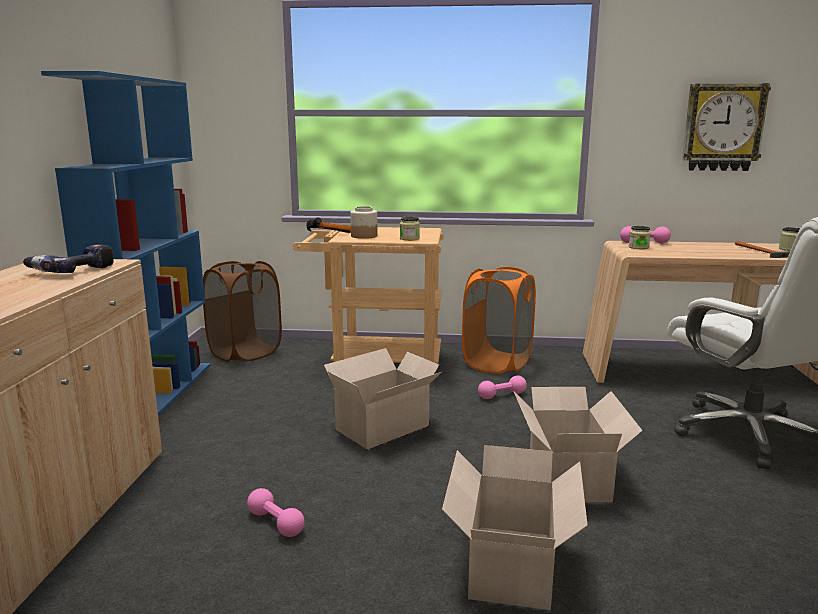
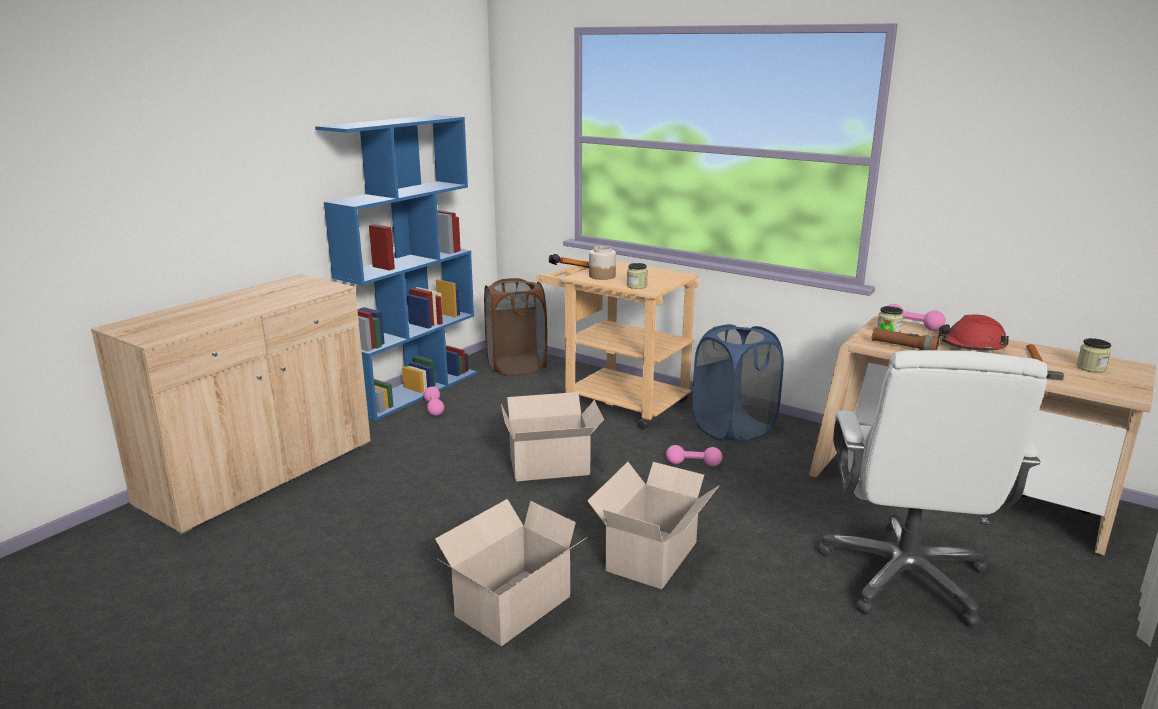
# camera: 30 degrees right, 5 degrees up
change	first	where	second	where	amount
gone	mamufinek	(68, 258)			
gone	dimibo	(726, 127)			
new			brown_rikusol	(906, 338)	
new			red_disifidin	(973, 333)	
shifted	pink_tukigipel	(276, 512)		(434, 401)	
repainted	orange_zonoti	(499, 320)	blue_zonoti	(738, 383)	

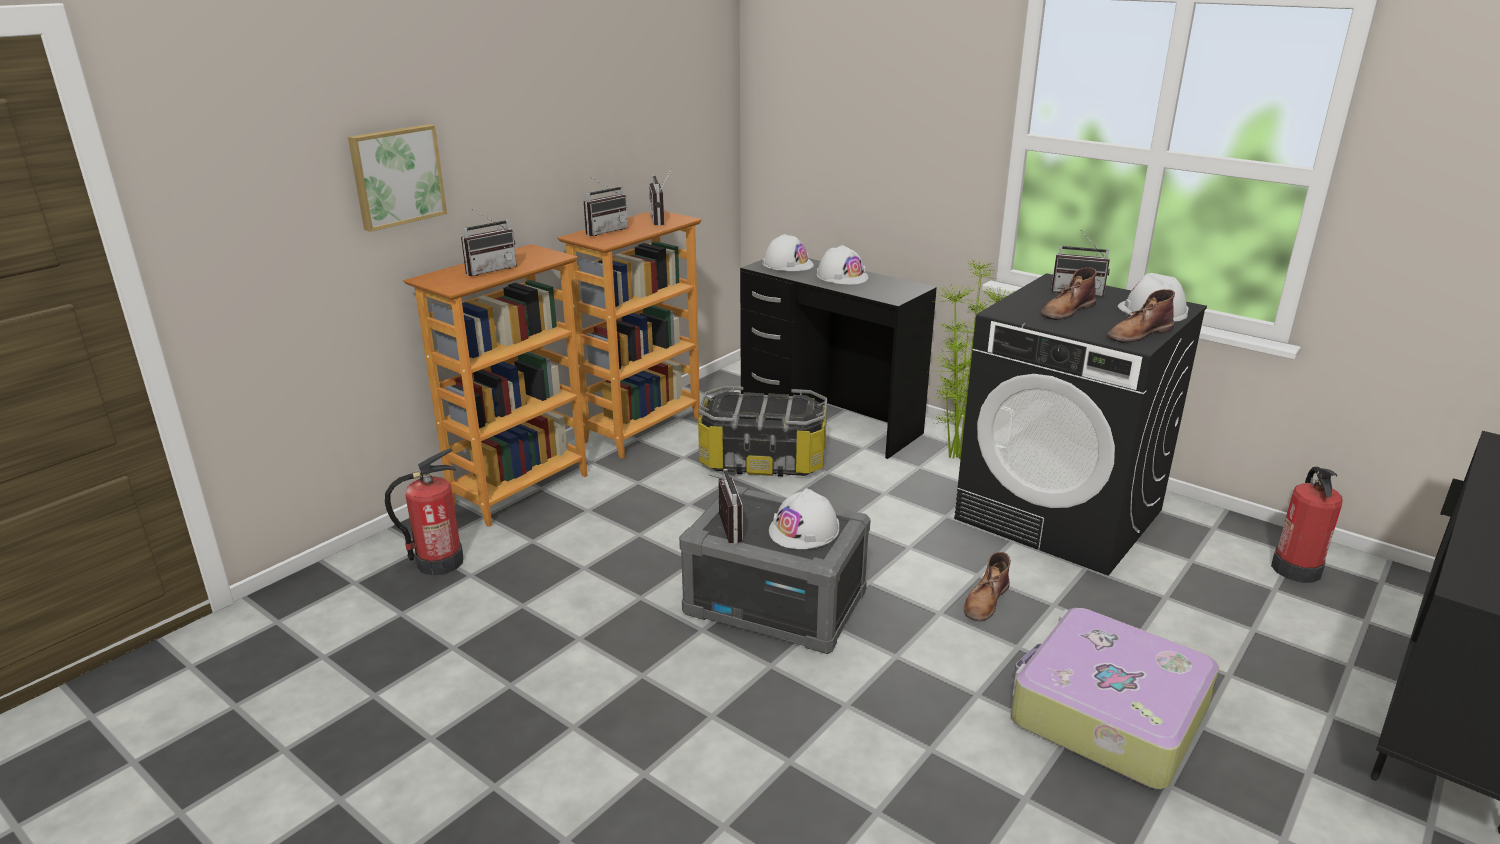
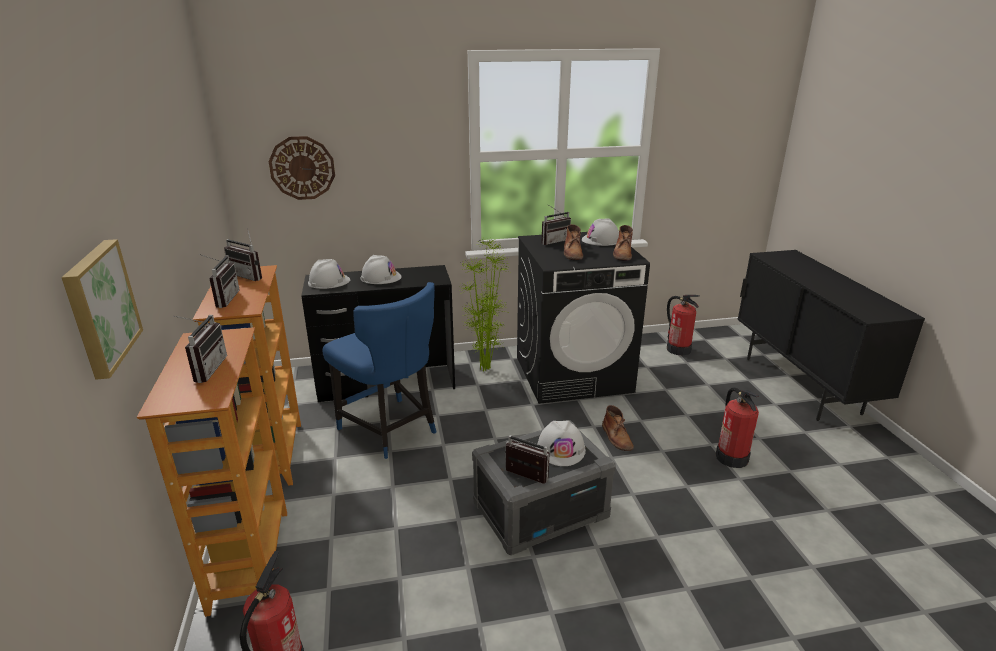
# camera: 50 degrees left, 0 degrees up
change	first	where	second	where	amount
new			dimibo	(301, 168)	
swapped	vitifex	(762, 431)	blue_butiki	(379, 370)	
swapped	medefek	(1115, 698)	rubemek	(737, 427)	

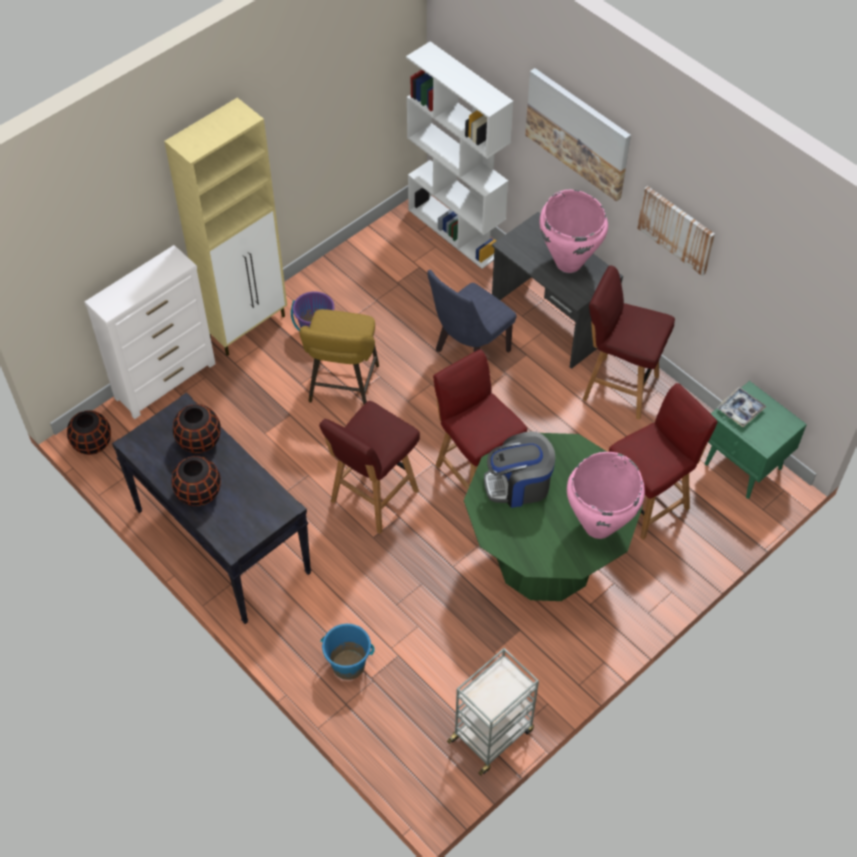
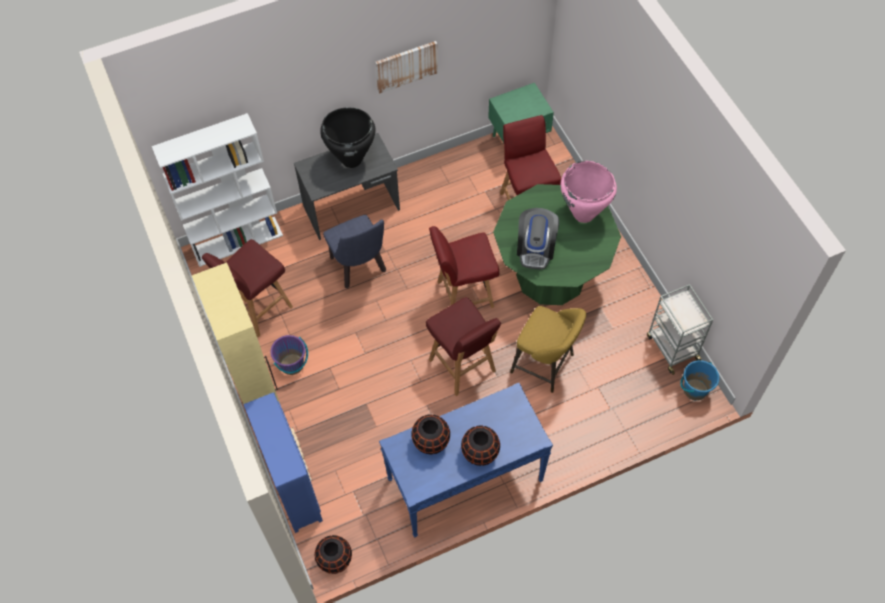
# camera: 70 degrees left, 5 degrees up
change	first	where	second	where	amount
gone	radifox	(578, 135)			
gone	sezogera	(741, 407)			
shifted	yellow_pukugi	(339, 357)		(548, 349)	
shifted	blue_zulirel	(347, 652)		(699, 380)	
shifted	red_pukugi	(629, 343)		(247, 288)	
repainted	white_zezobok	(150, 332)	blue_zezobok	(283, 462)	
repainted	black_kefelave	(212, 508)	blue_kefelave	(466, 460)	
repainted	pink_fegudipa	(574, 231)	black_fegudipa	(348, 137)	

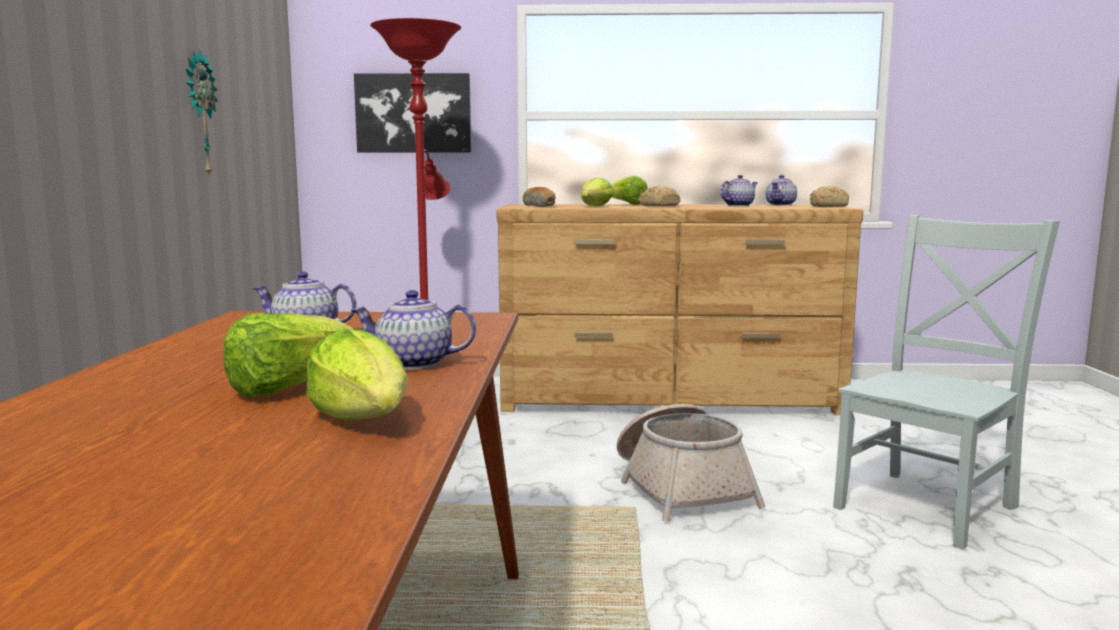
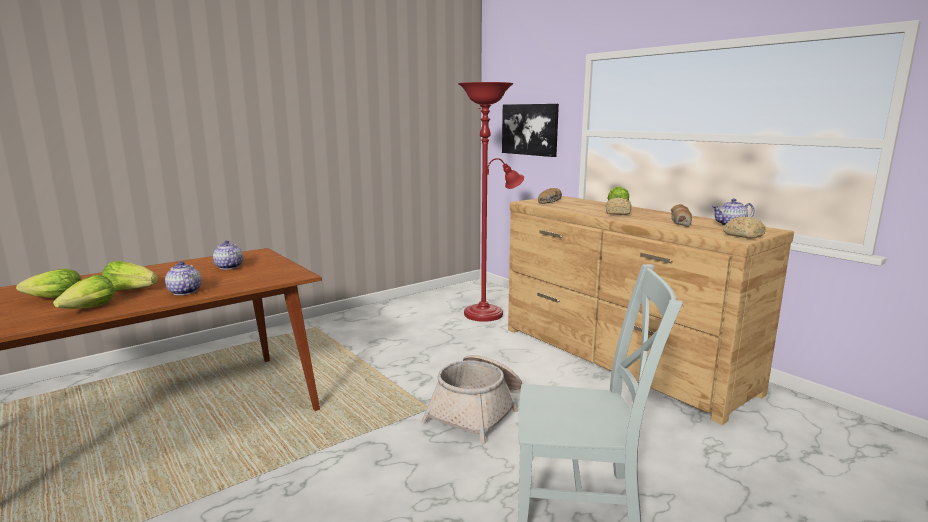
# camera: 50 degrees right, 5 degrees up
change	first	where	second	where	amount
gone	dimibo	(202, 114)			
shifted	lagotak	(597, 192)		(48, 283)	
swapped	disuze	(738, 190)	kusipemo	(681, 215)	

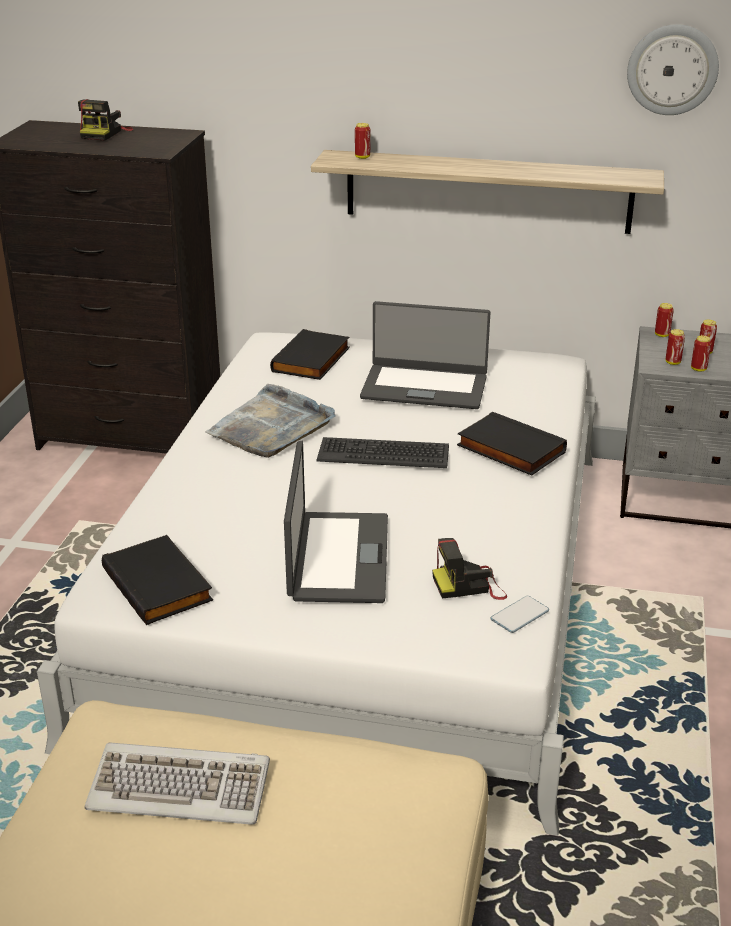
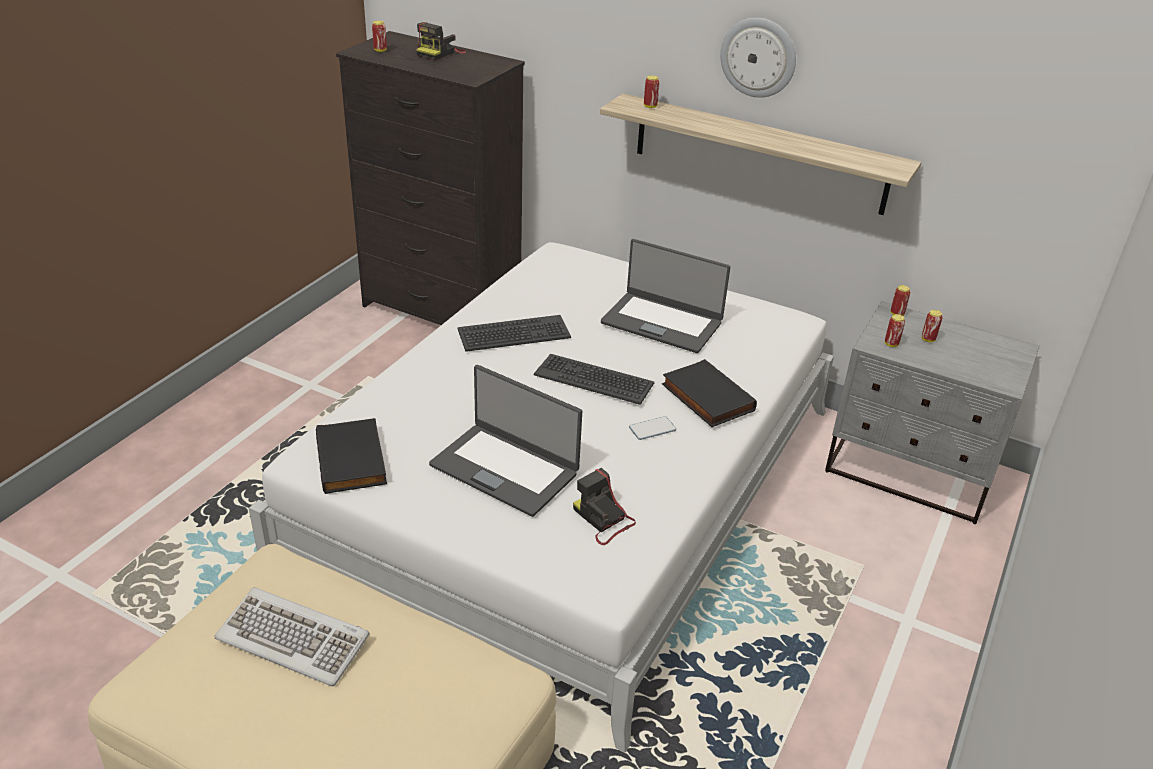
# camera: 15 degrees right, 5 degrees up
change	first	where	second	where	amount
gone	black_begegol	(310, 354)			
shifted	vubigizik	(520, 614)		(652, 428)	
shifted	dimibo	(673, 69)		(758, 58)	
shifted	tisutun	(701, 354)		(379, 36)	
swapped	grey_sezogera	(270, 421)	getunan	(514, 333)	
rotated	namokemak	(336, 522)		(505, 441)	105 degrees clockwise
rotated	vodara	(469, 569)		(604, 506)	45 degrees clockwise

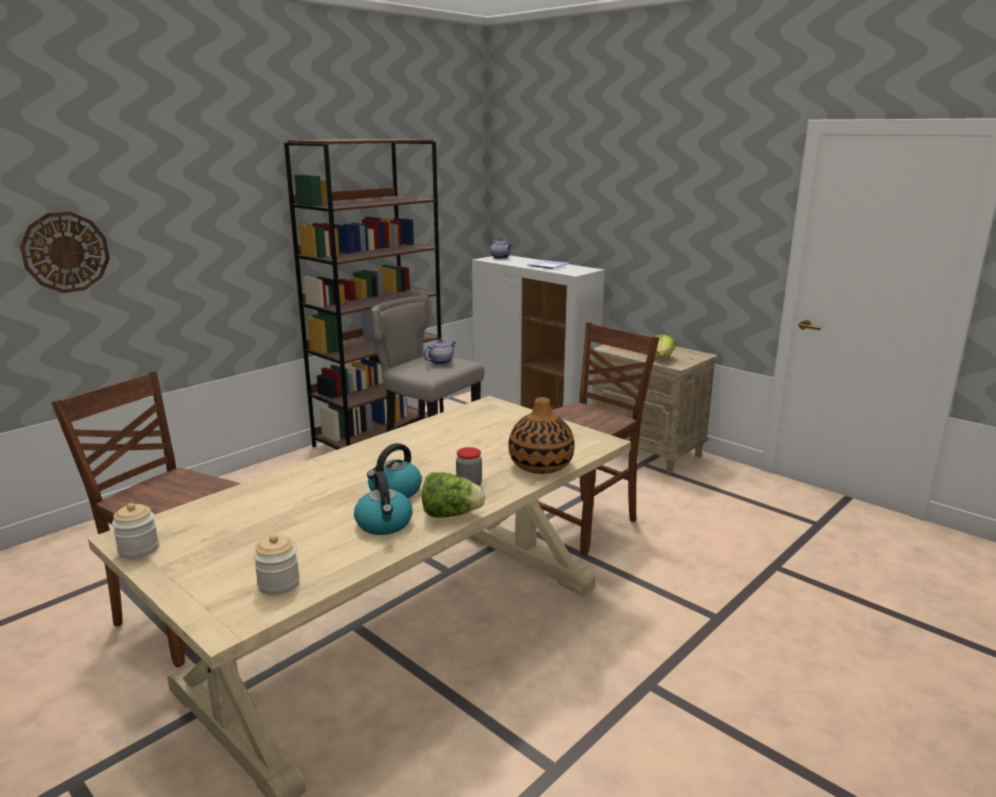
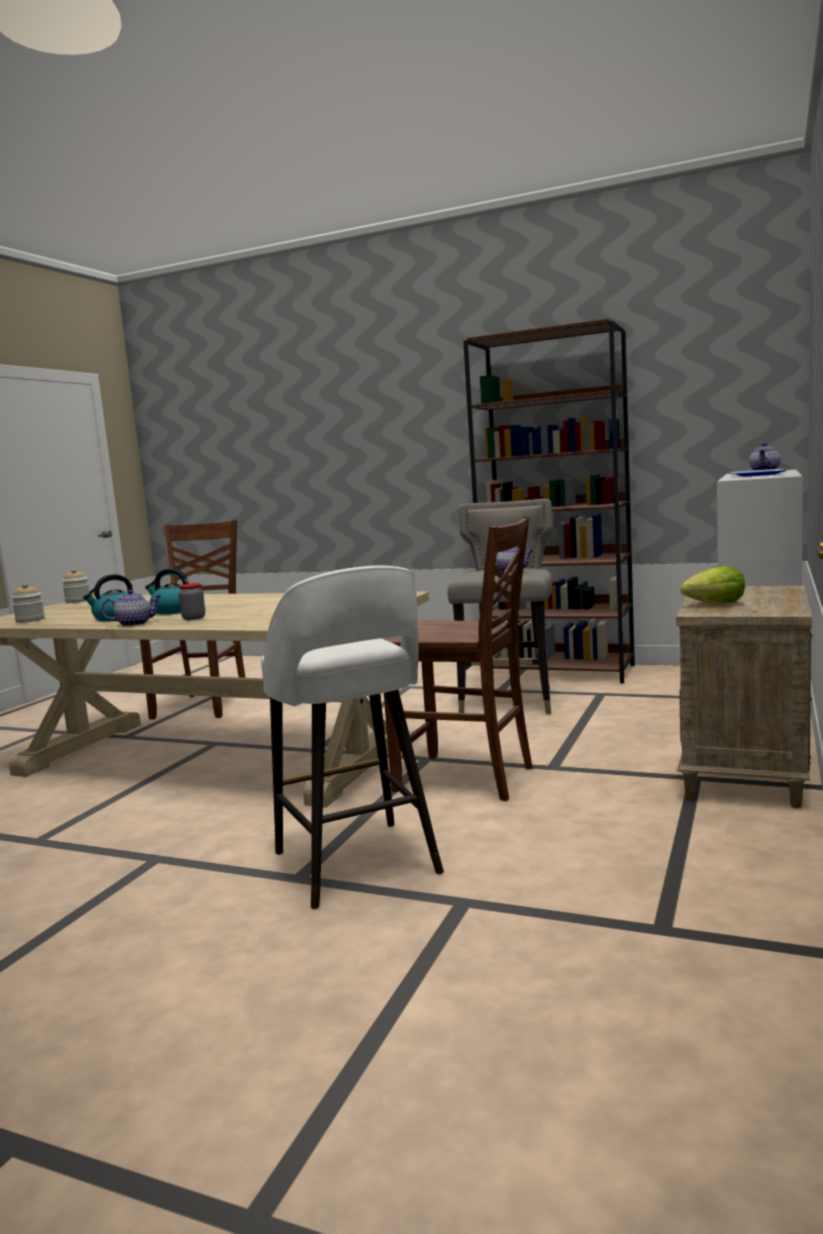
# camera: 70 degrees right, 10 degrees down
change	first	where	second	where	amount
gone	dimibo	(65, 252)			
gone	fegudipa	(541, 435)			
new			white_pukugi	(352, 737)	
swapped	lagotak	(454, 495)	disuze	(131, 608)	

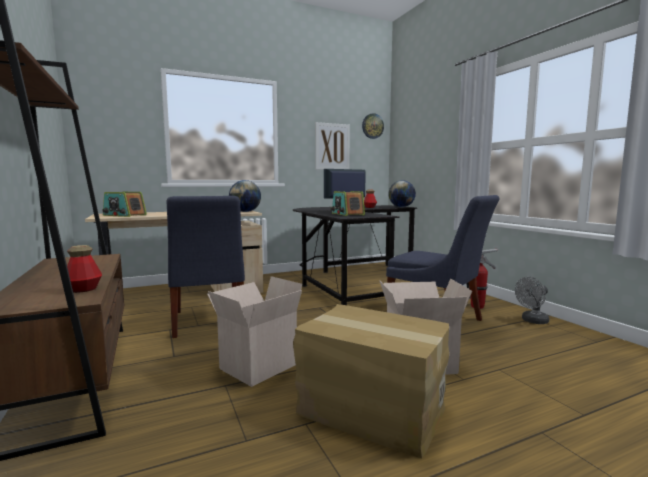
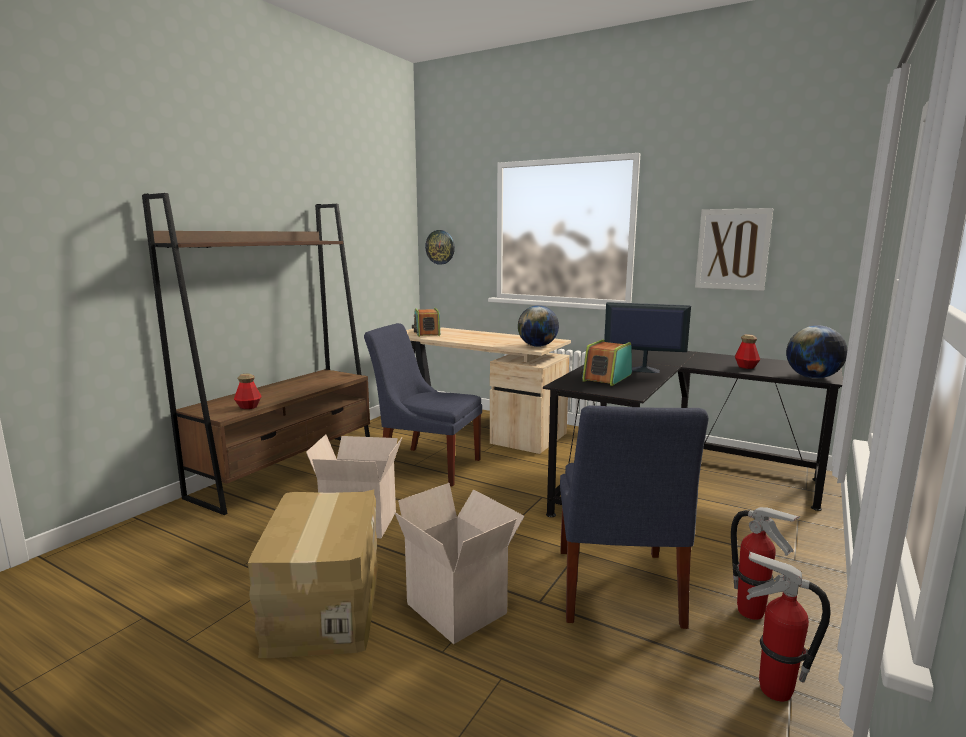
# camera: 55 degrees right, 5 degrees up
change	first	where	second	where	amount
shifted	dimibo	(373, 126)		(440, 247)	
swapped	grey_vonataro	(532, 300)	rubemek	(788, 626)	
rotated	blue_butiki	(205, 267)		(423, 405)	75 degrees clockwise

